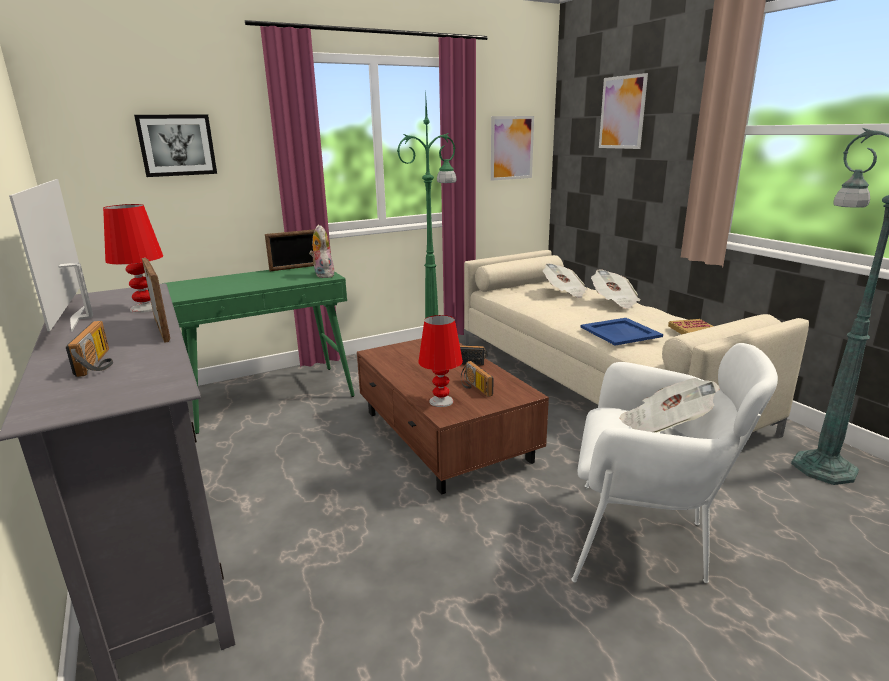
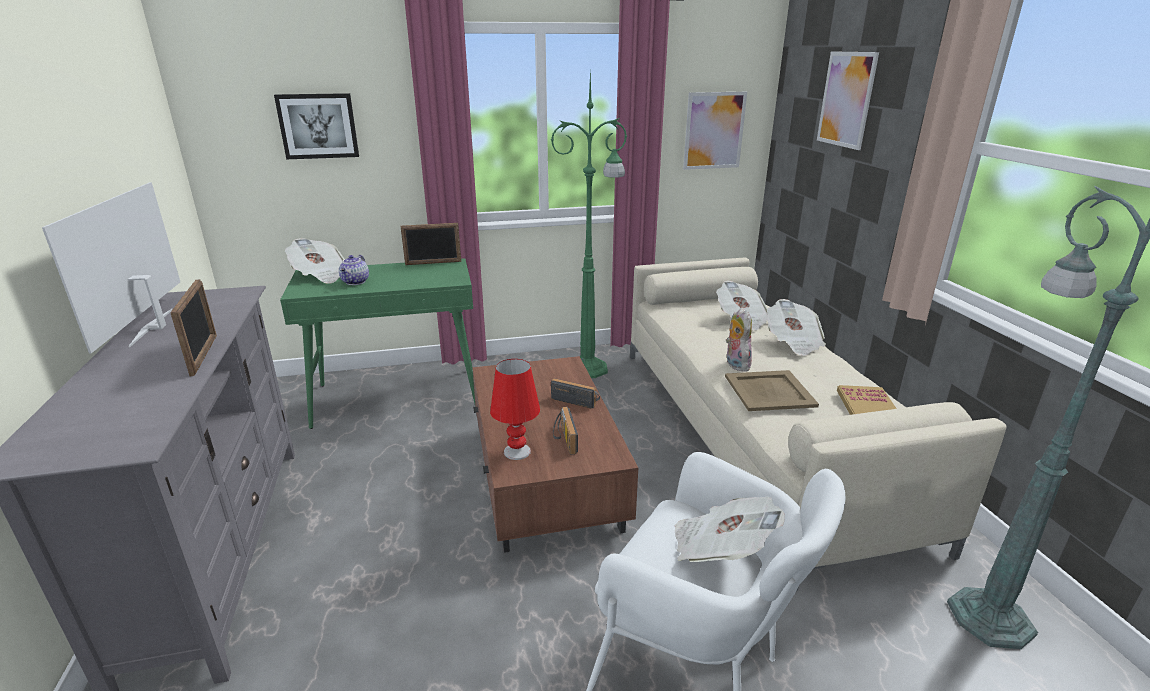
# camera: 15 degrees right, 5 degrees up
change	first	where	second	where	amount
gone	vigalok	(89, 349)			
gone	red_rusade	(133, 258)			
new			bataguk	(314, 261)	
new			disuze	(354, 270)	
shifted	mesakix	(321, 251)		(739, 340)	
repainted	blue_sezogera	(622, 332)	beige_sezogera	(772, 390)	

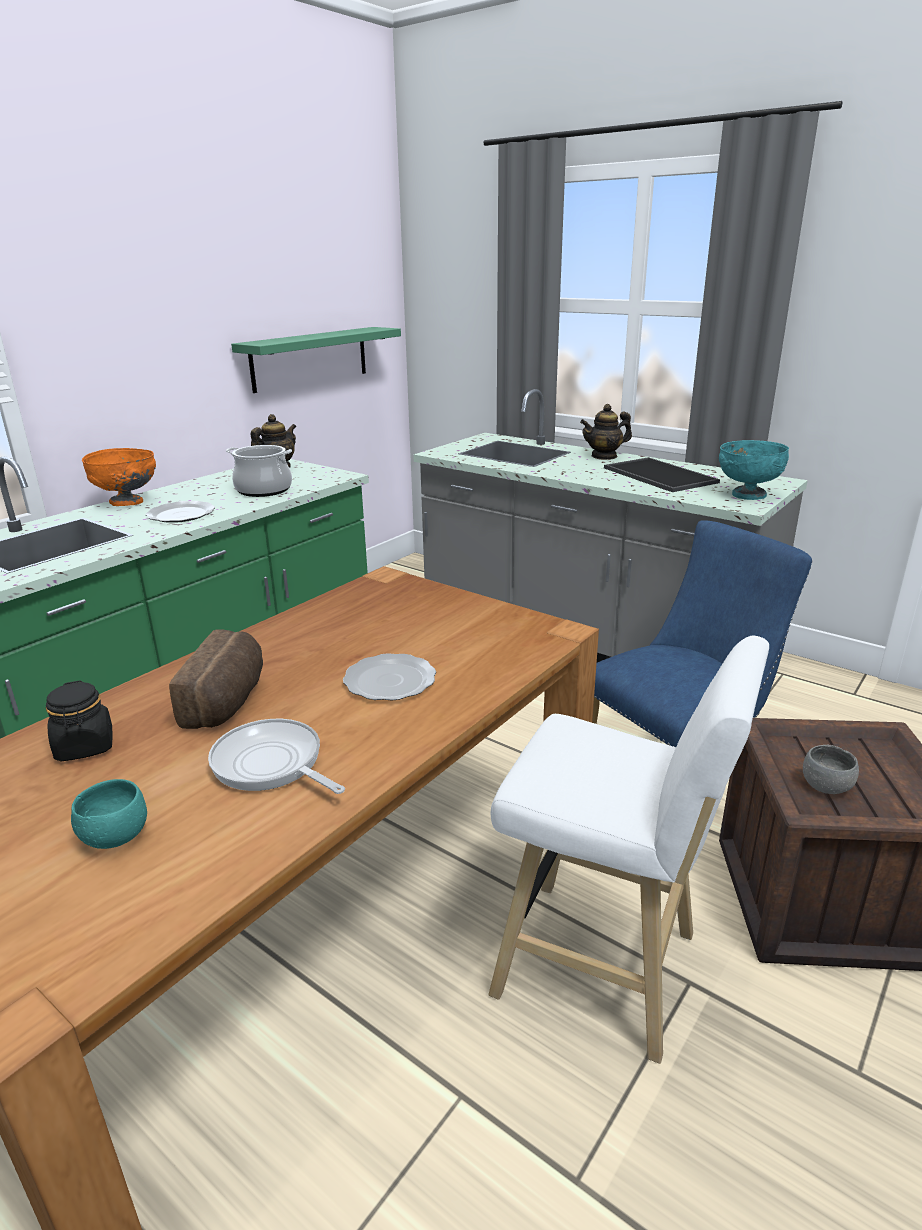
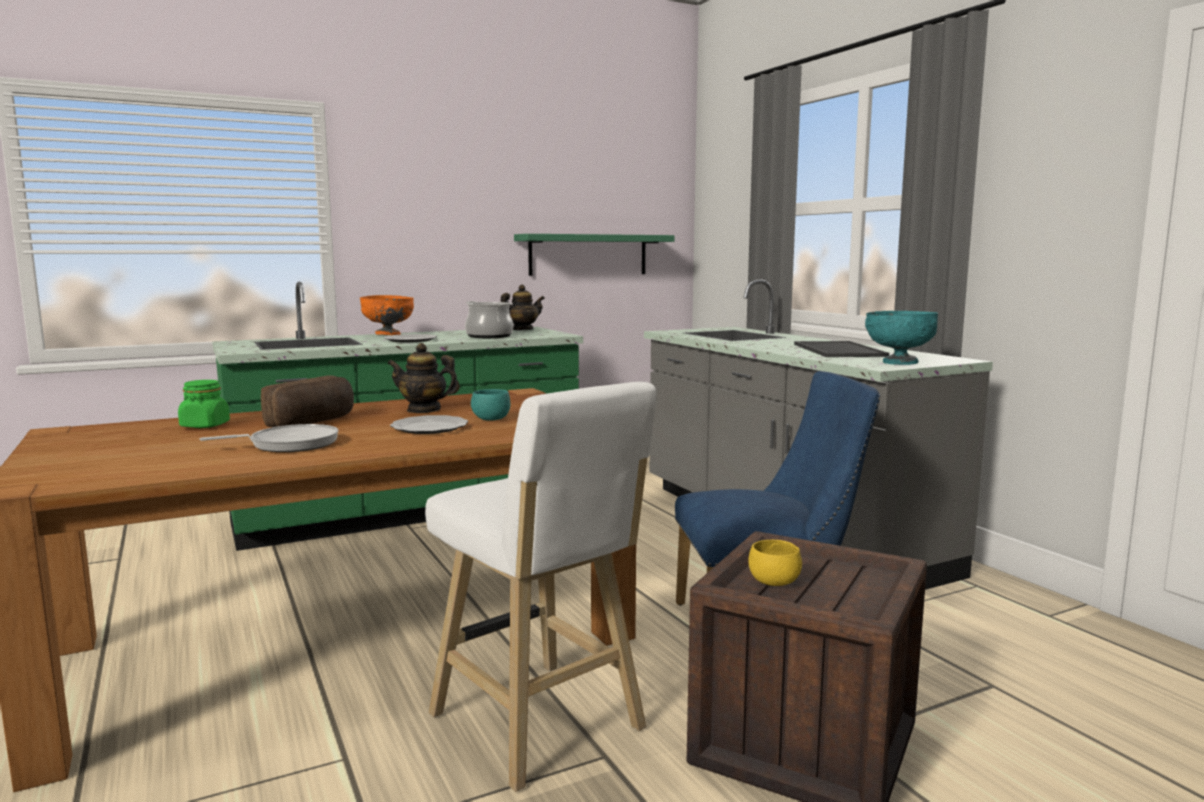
# camera: 25 degrees right, 15 degrees down
change	first	where	second	where	amount
shifted	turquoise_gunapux	(109, 814)		(490, 405)	
shifted	disuze	(606, 432)		(424, 378)	
repainted	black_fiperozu	(79, 720)	green_fiperozu	(204, 404)	
repainted	grey_gunapux	(831, 769)	yellow_gunapux	(775, 563)	
rotated	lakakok	(276, 756)		(269, 438)	90 degrees clockwise

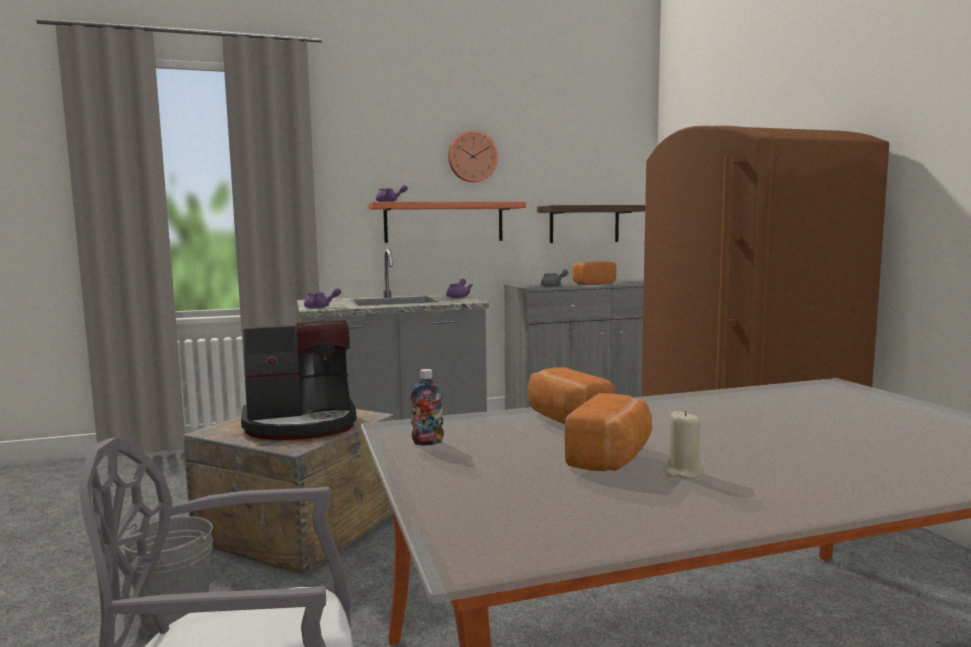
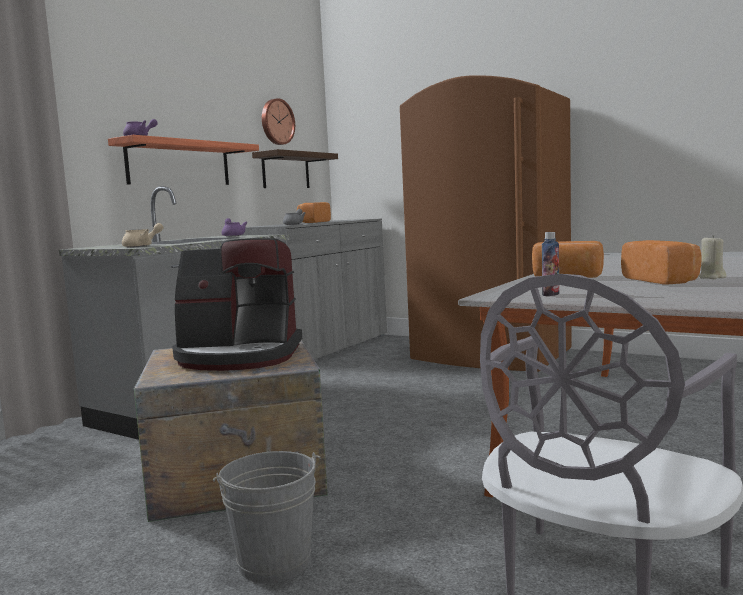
# camera: 40 degrees left, 0 degrees up
change	first	where	second	where	amount
shifted	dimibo	(473, 156)		(278, 121)	
repainted	purple_disuze	(322, 298)	beige_disuze	(143, 235)	
rotated	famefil	(299, 380)		(237, 304)	60 degrees clockwise

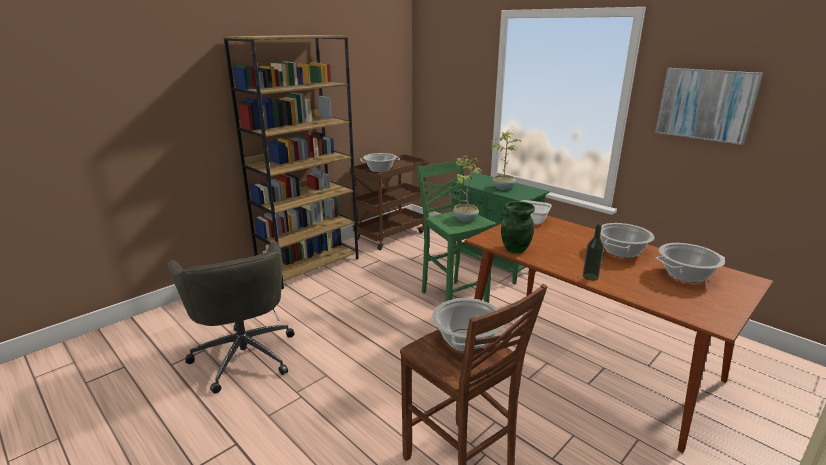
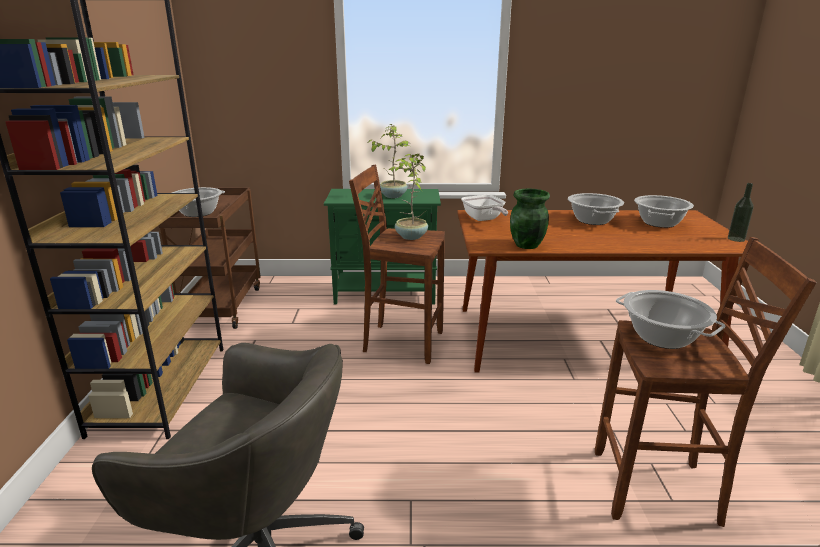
# camera: 45 degrees left, 0 degrees up
change	first	where	second	where	amount
gone	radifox	(709, 106)			
shifted	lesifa	(593, 252)		(740, 212)	
repainted	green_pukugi	(456, 231)	brown_pukugi	(397, 264)	

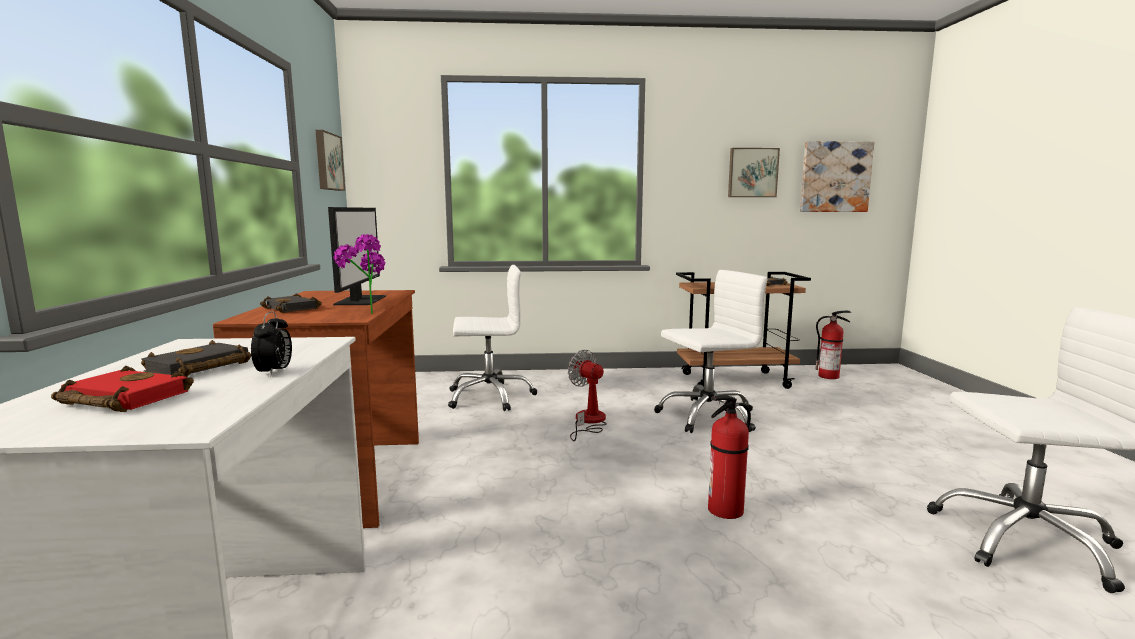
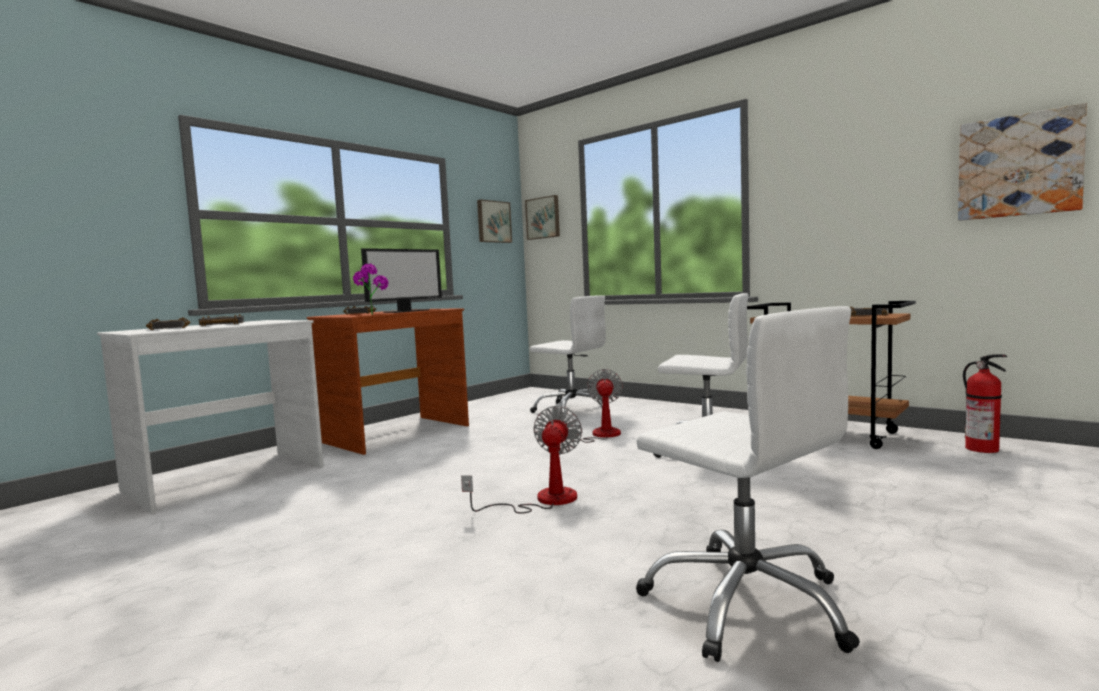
# camera: 45 degrees right, 5 degrees down
change	first	where	second	where	amount
gone	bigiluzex	(271, 344)			
shifted	radifox	(754, 172)		(542, 217)	
swapped	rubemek	(729, 457)	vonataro	(521, 460)	
repainted	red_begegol	(122, 389)	black_begegol	(168, 323)	

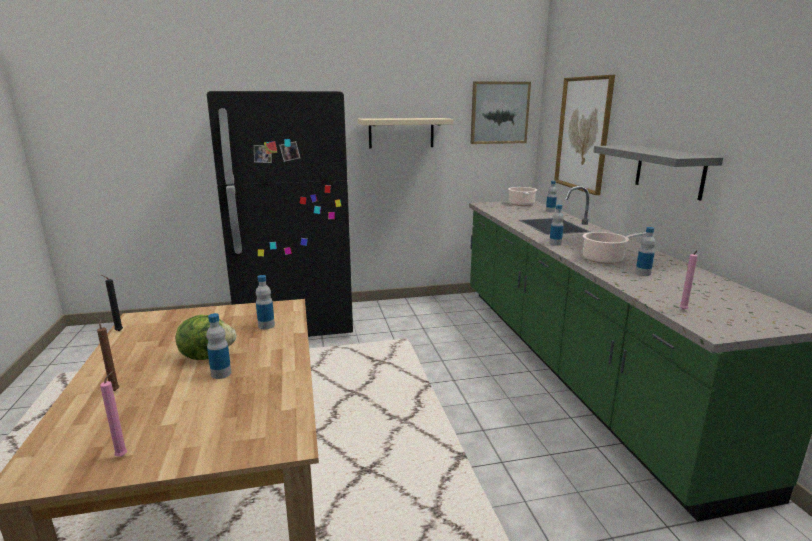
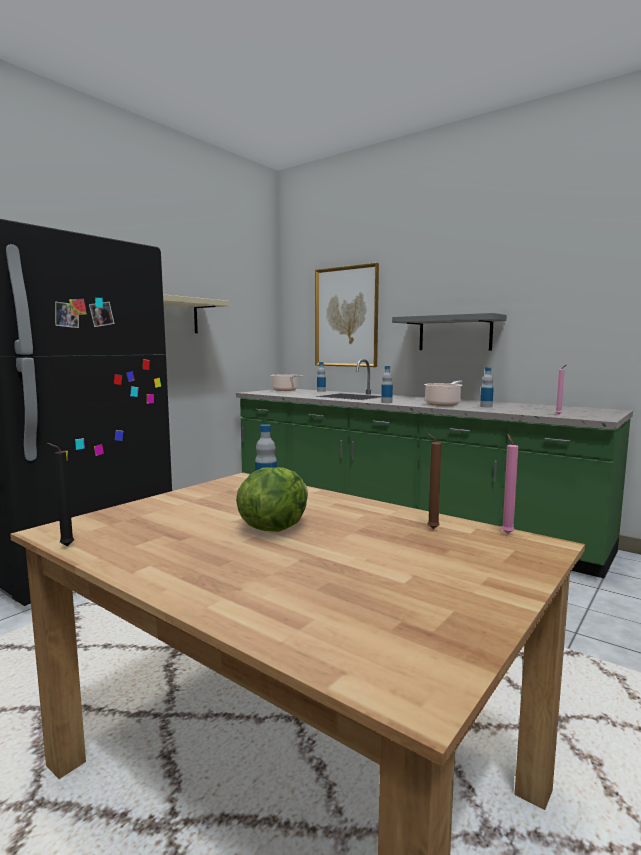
# camera: 40 degrees left, 10 degrees down
change	first	where	second	where	amount
gone	lesifa	(218, 346)			
gone	radifox	(500, 112)			
shifted	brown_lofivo	(108, 355)		(434, 480)	
shifted	pink_lofivo	(113, 413)		(510, 484)	

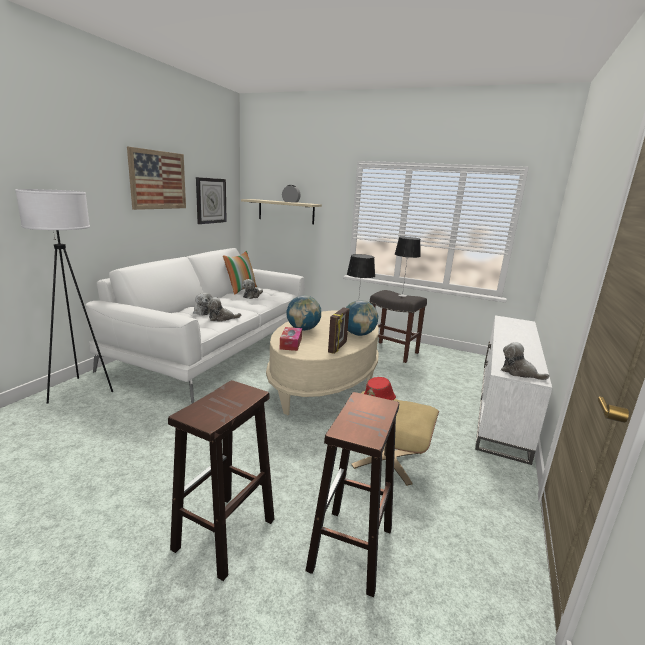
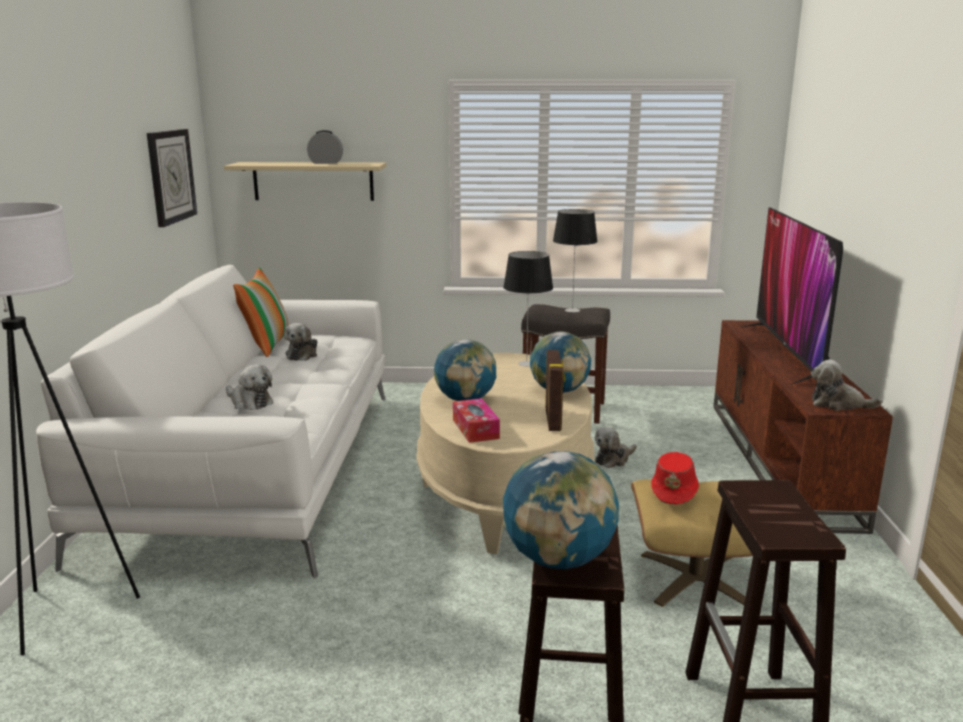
# camera: 20 degrees left, 0 degrees up
change	first	where	second	where	amount
gone	radifox	(156, 178)			
new			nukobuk	(561, 510)	
new			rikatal	(792, 296)	
shifted	mesakix	(224, 309)		(616, 447)	
repainted	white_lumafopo	(513, 390)	brown_lumafopo	(803, 427)	

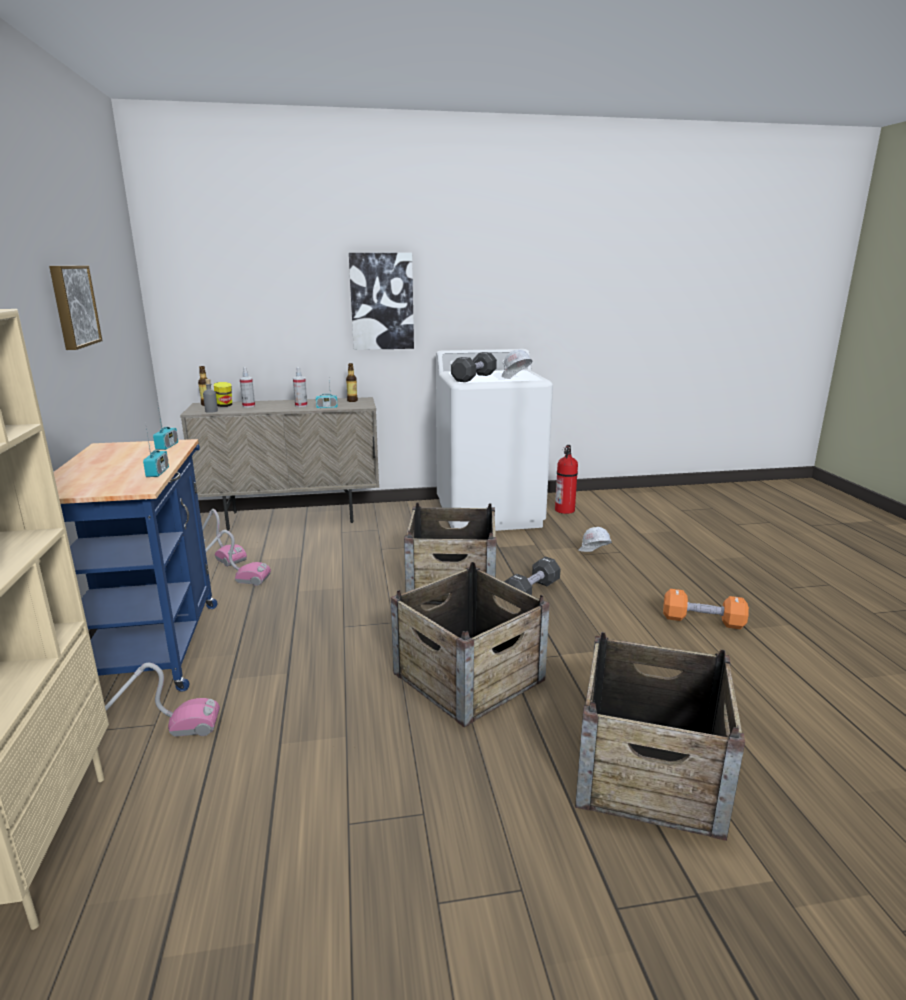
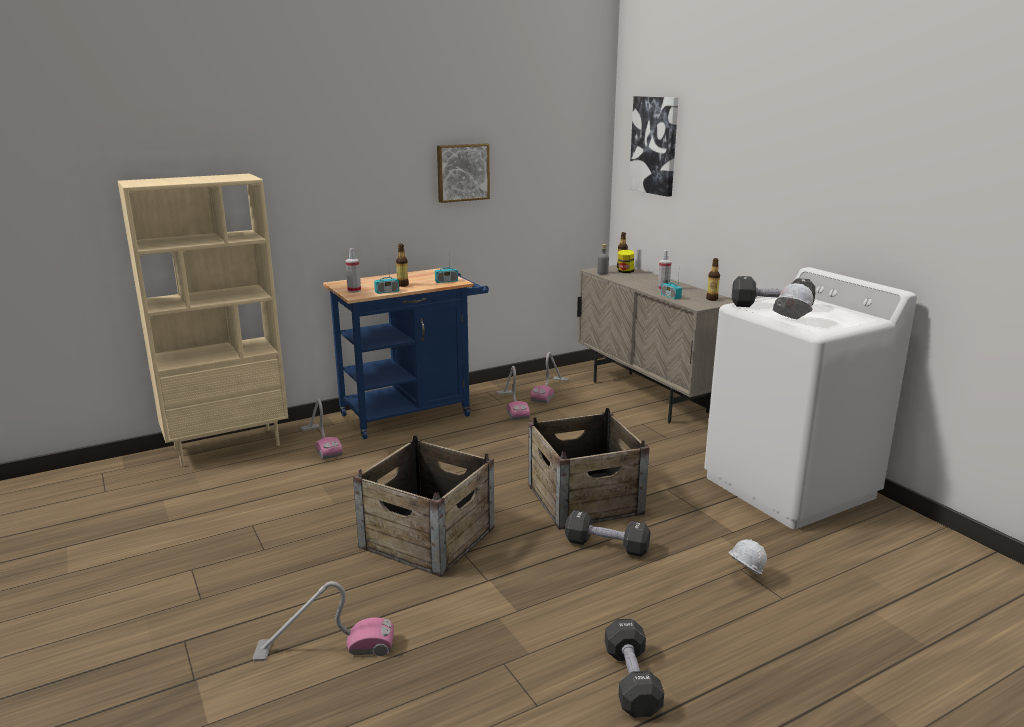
# camera: 70 degrees right, 0 degrees up
change	first	where	second	where	amount
gone	rubemek	(566, 479)			
new			lesifa	(402, 265)	
shifted	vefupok	(247, 387)		(353, 270)	
shifted	radifox	(381, 301)		(654, 146)	
swapped	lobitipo	(660, 736)	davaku	(323, 621)	
repainted	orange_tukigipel	(706, 609)	black_tukigipel	(634, 668)	

